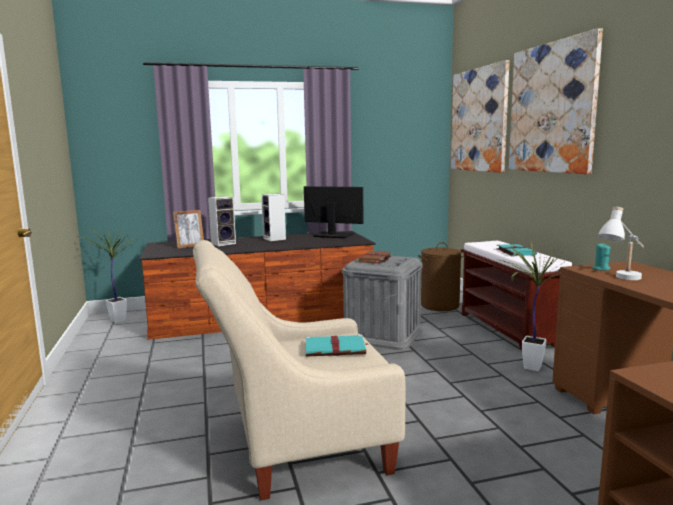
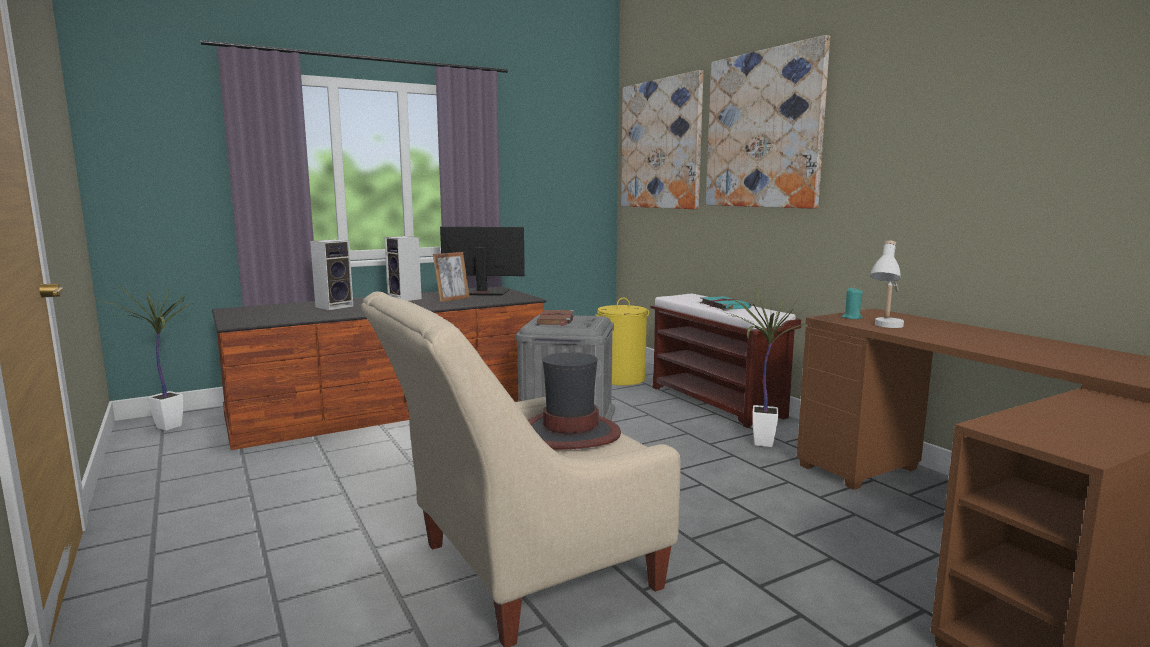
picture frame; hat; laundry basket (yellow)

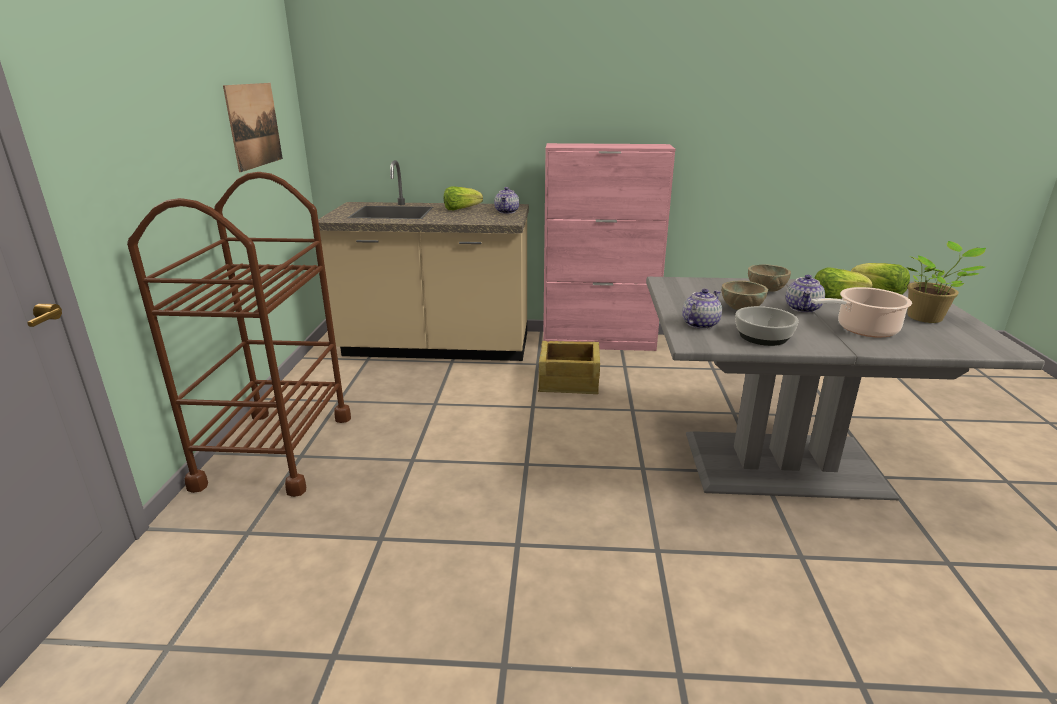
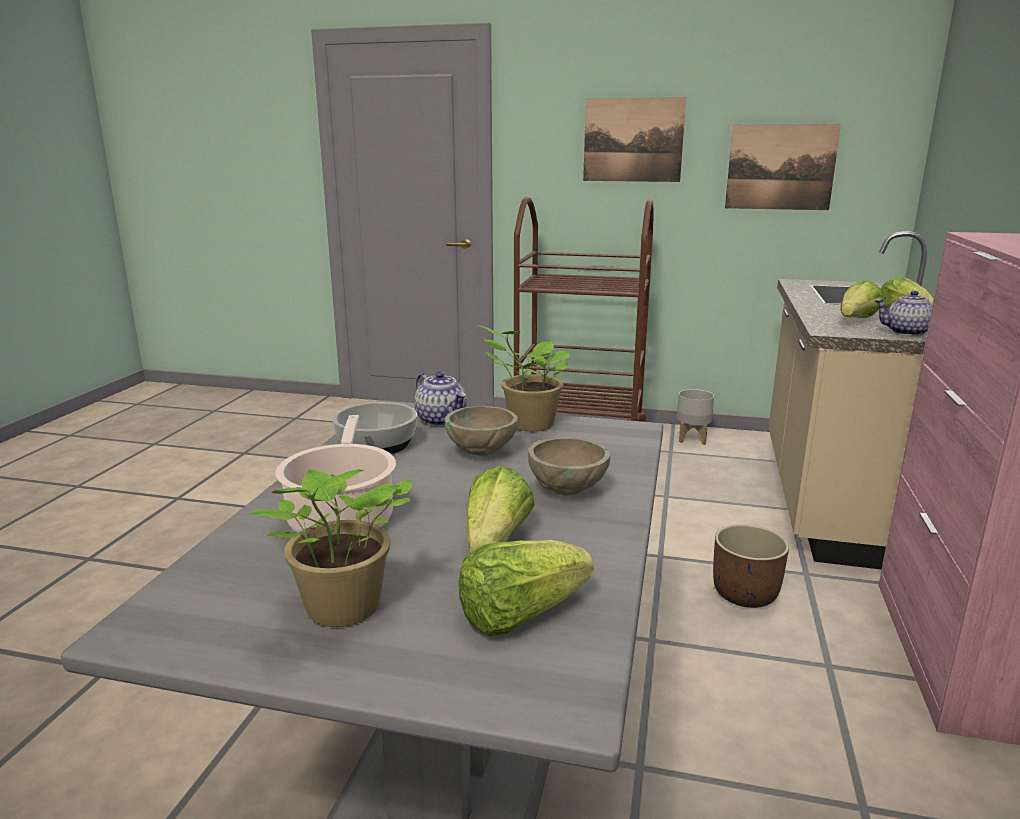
teapot (no. 3 from left in the first image); potted plant (no. 2 from left); picture (no. 1 from left); planter (grey); lettuce (no. 3 from left); planter (brown)

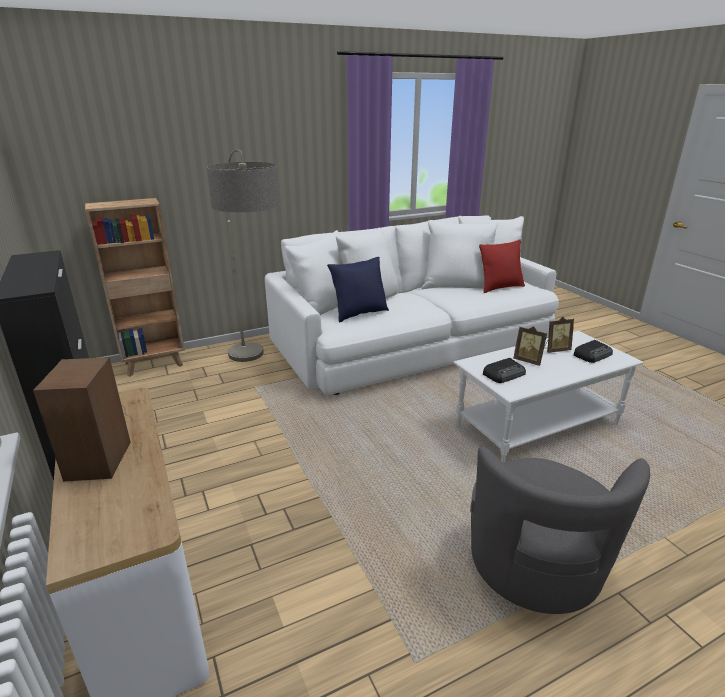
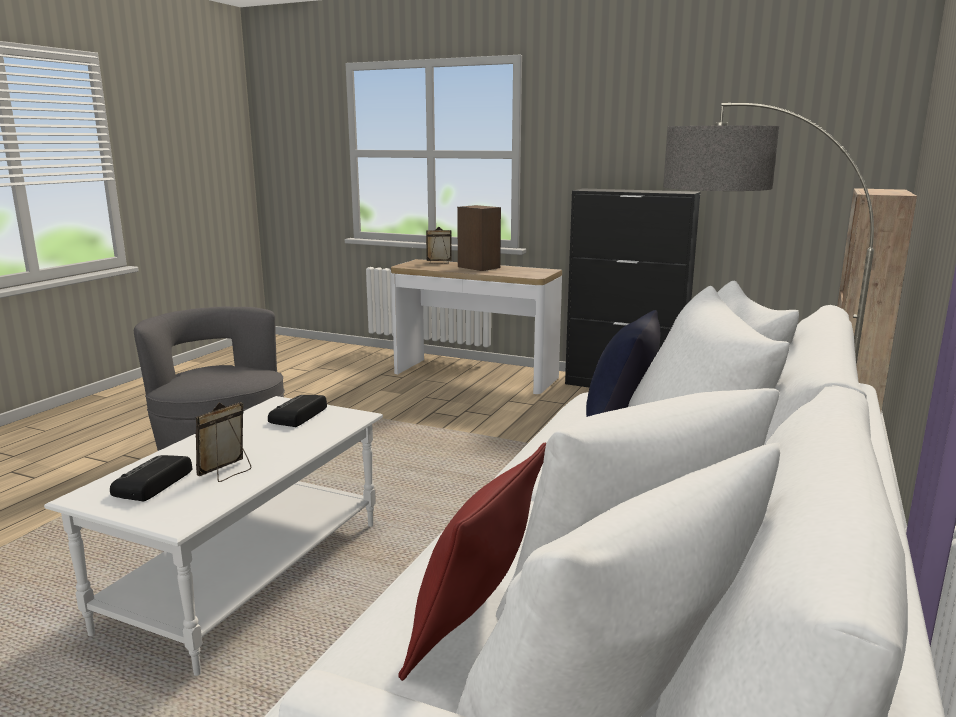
picture frame (no. 2 from left)

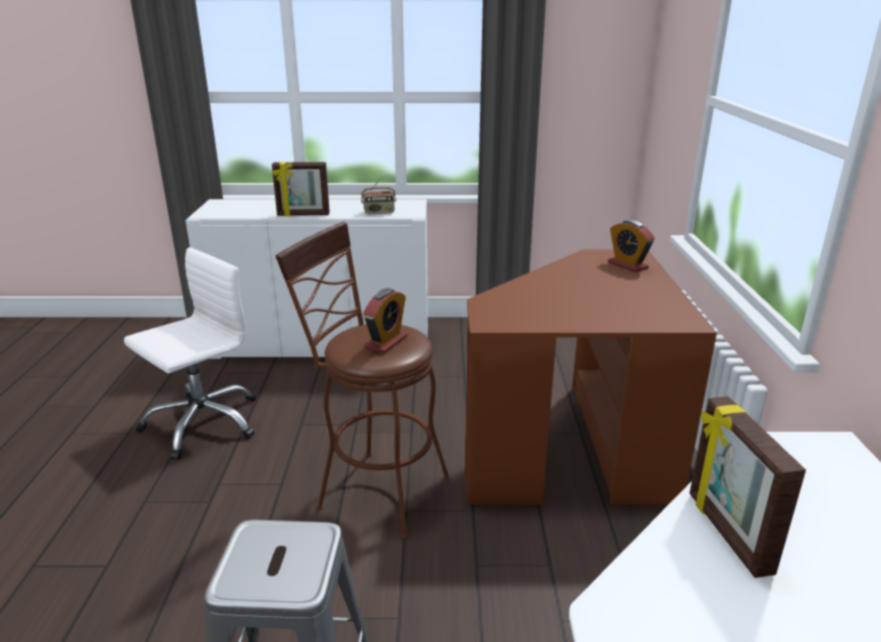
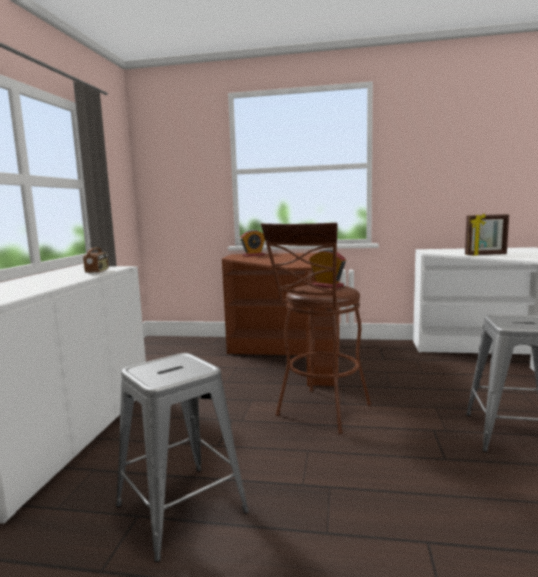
picture frame (no. 1 from left in the first image); stool (grey) (no. 1 from left)

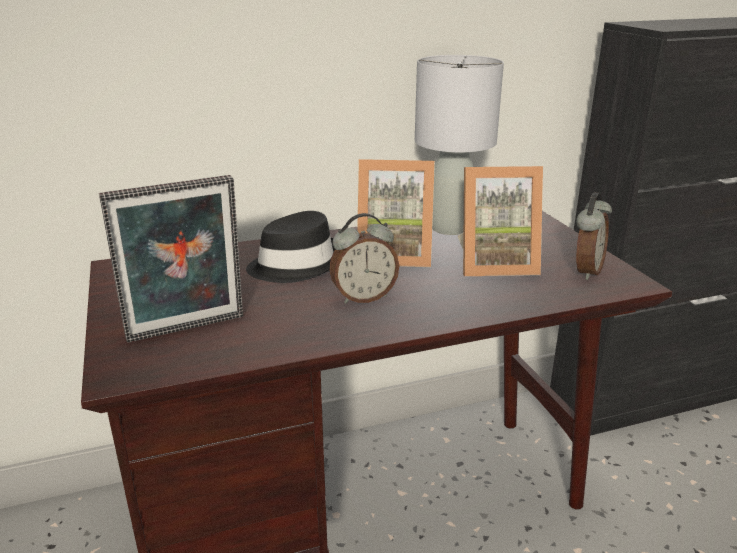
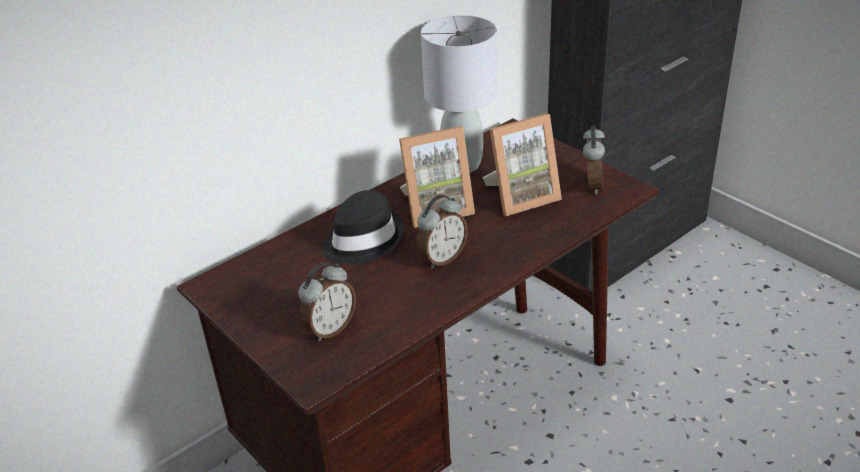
alarm clock (no. 1 from left)

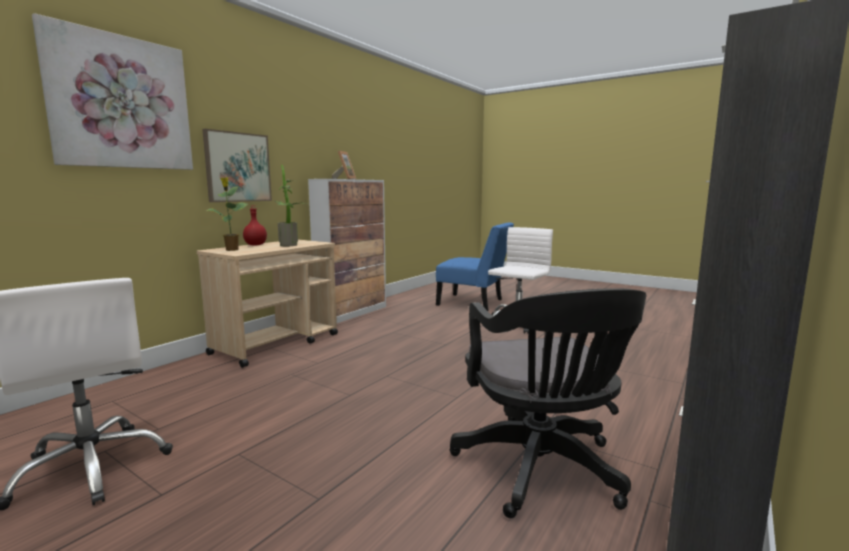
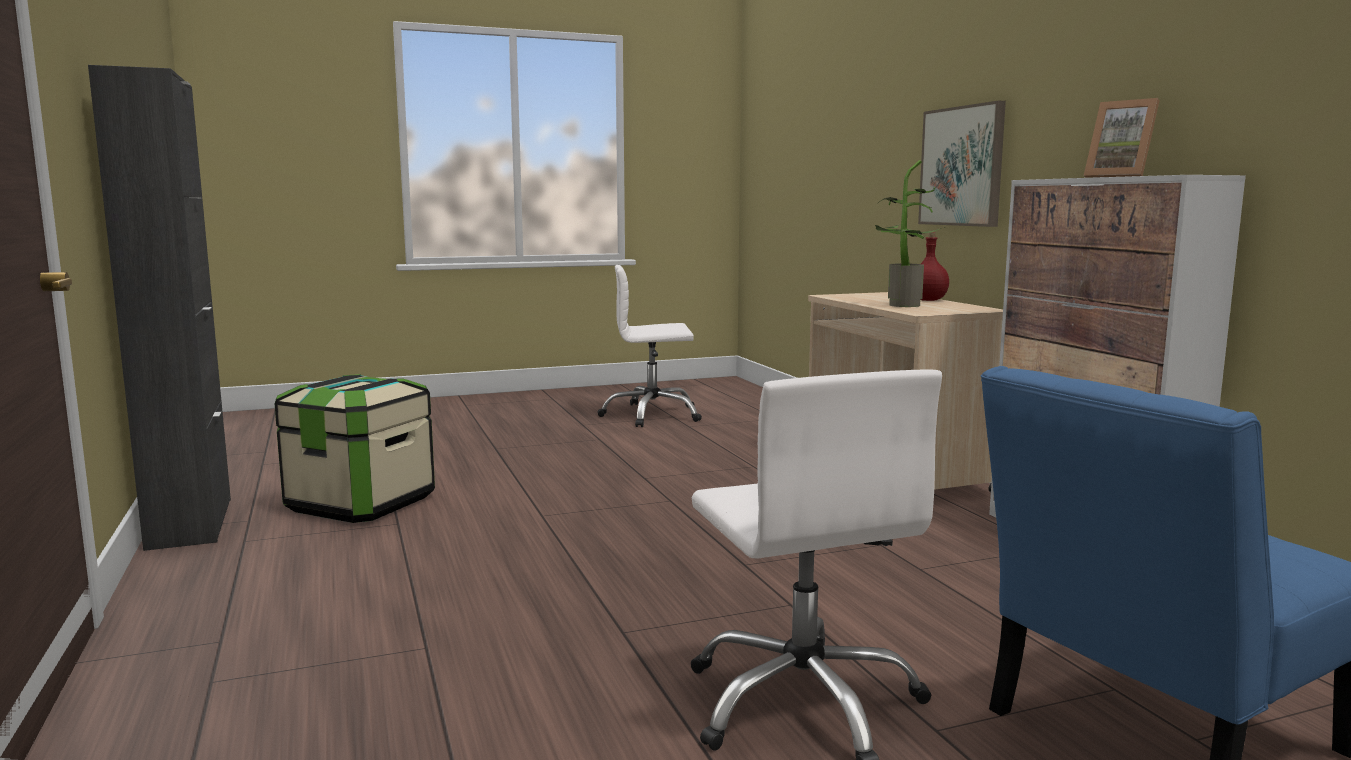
picture (no. 1 from left in the first image); potted plant (no. 1 from left in the first image); storage box

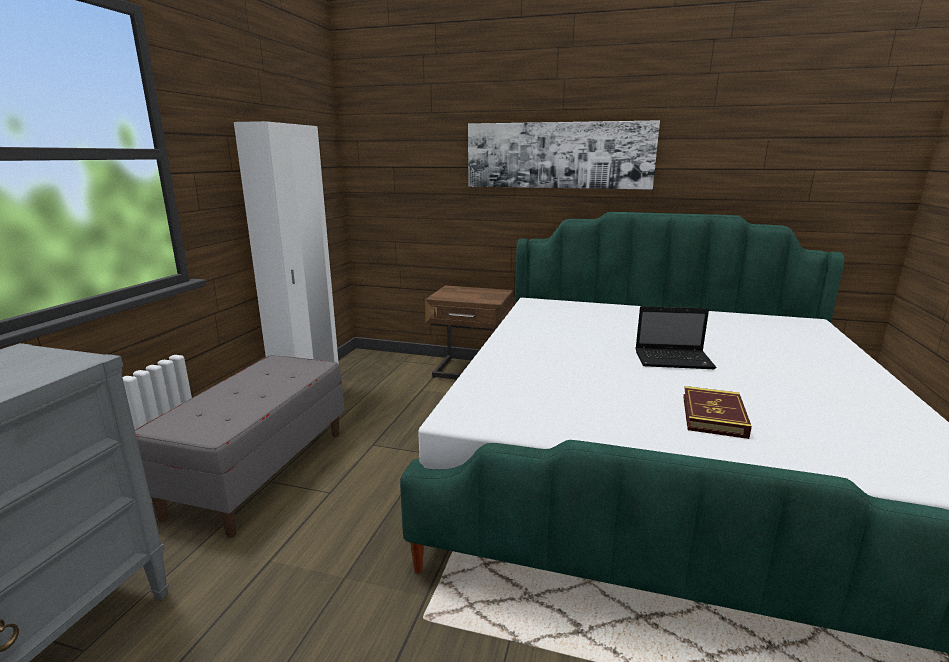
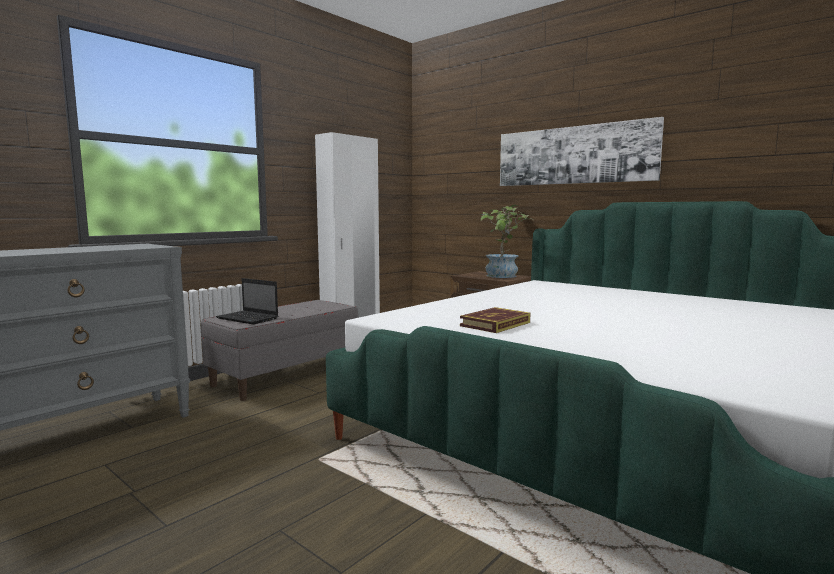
potted plant; laptop; book

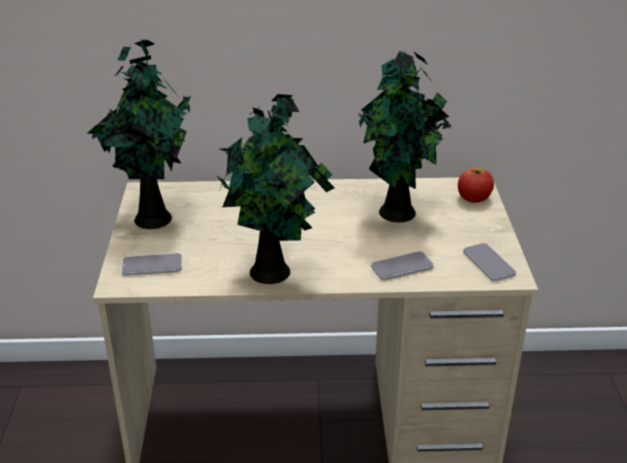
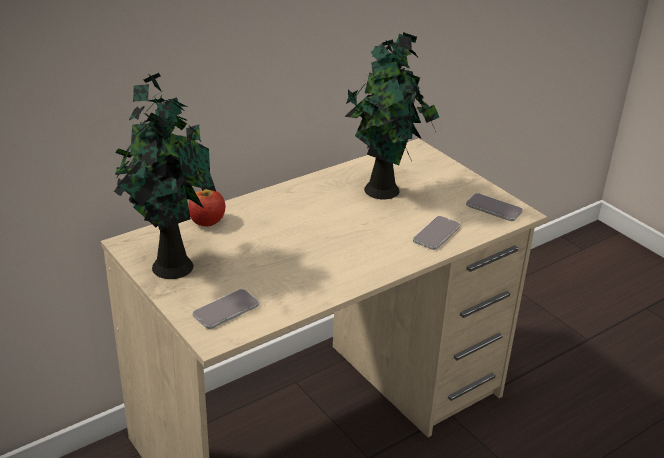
potted plant (no. 2 from left in the first image); apple

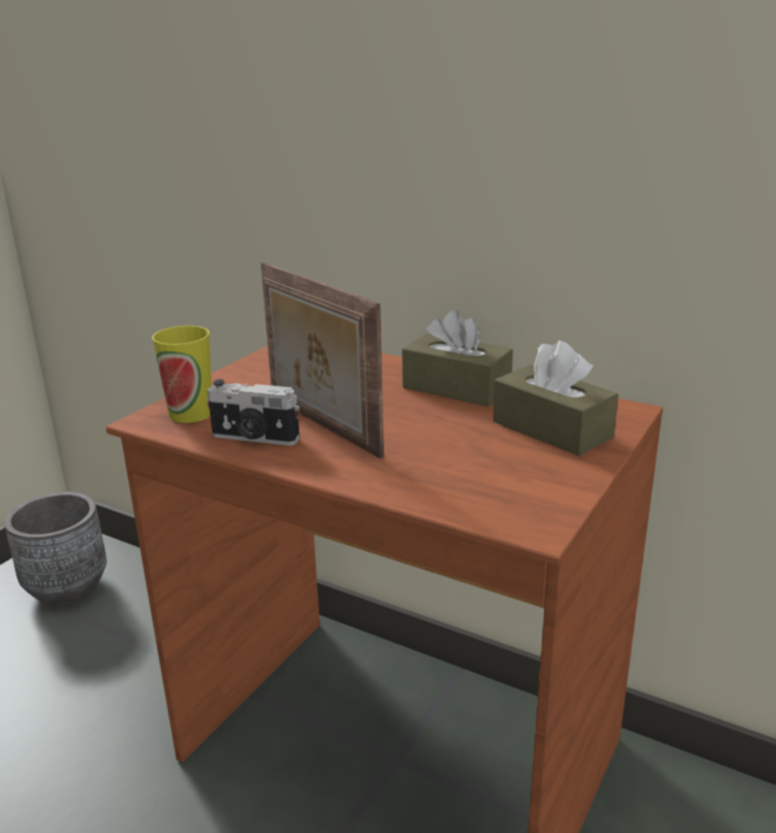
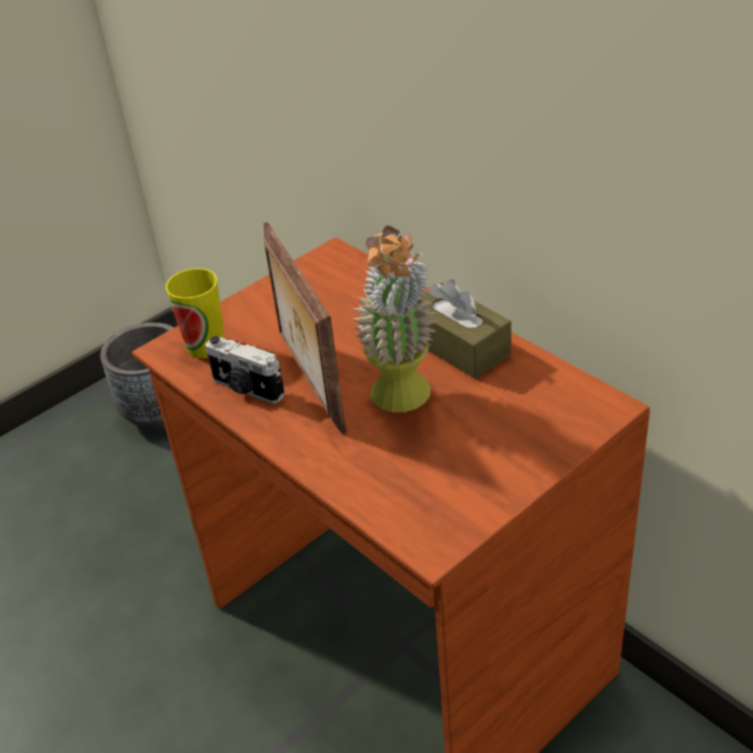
tissue box (brown) (no. 2 from left in the first image); potted plant

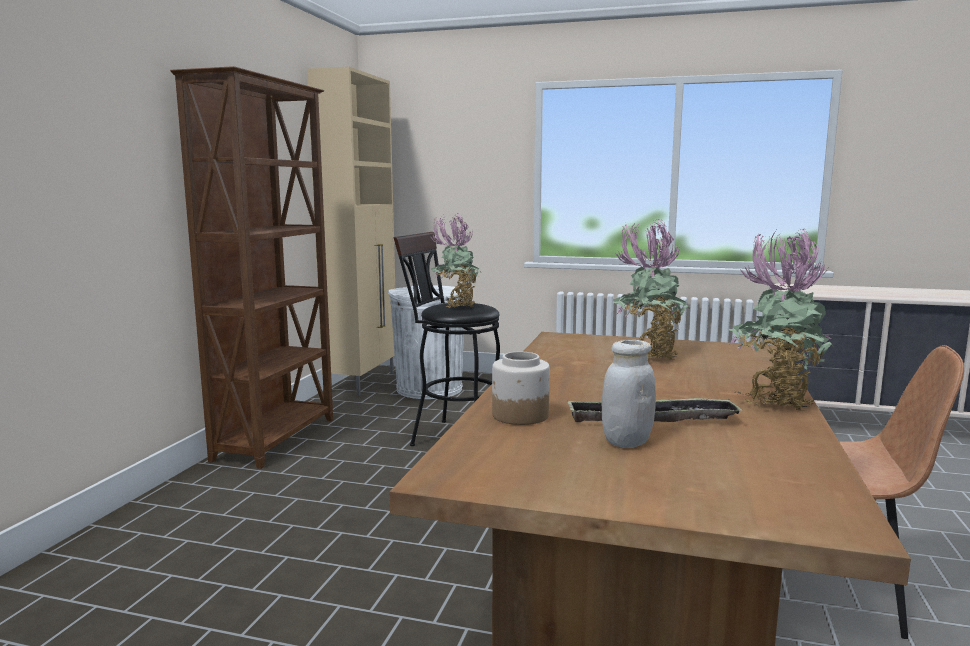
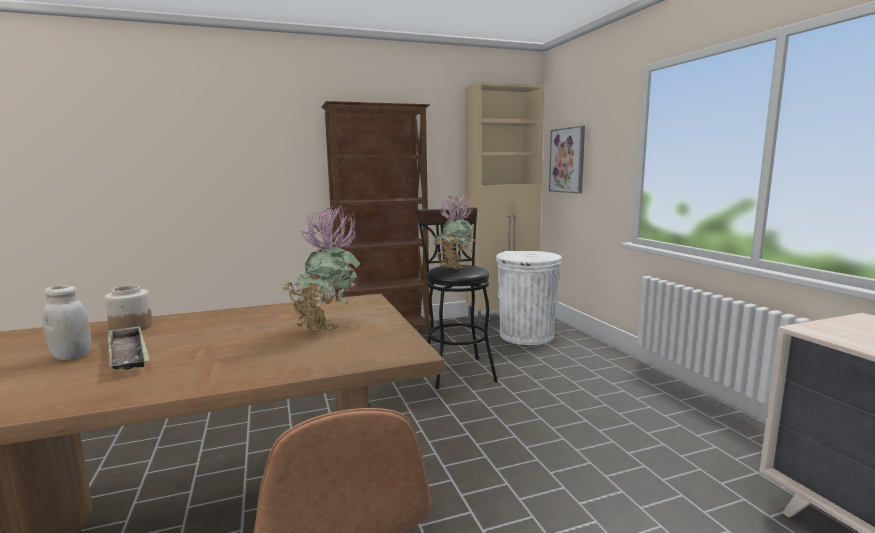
potted plant (no. 3 from left in the first image); picture

